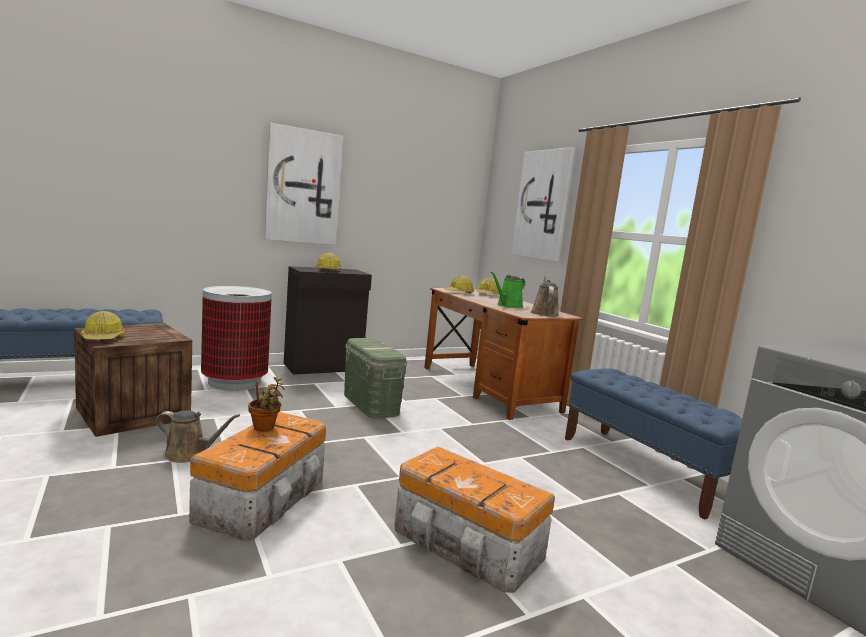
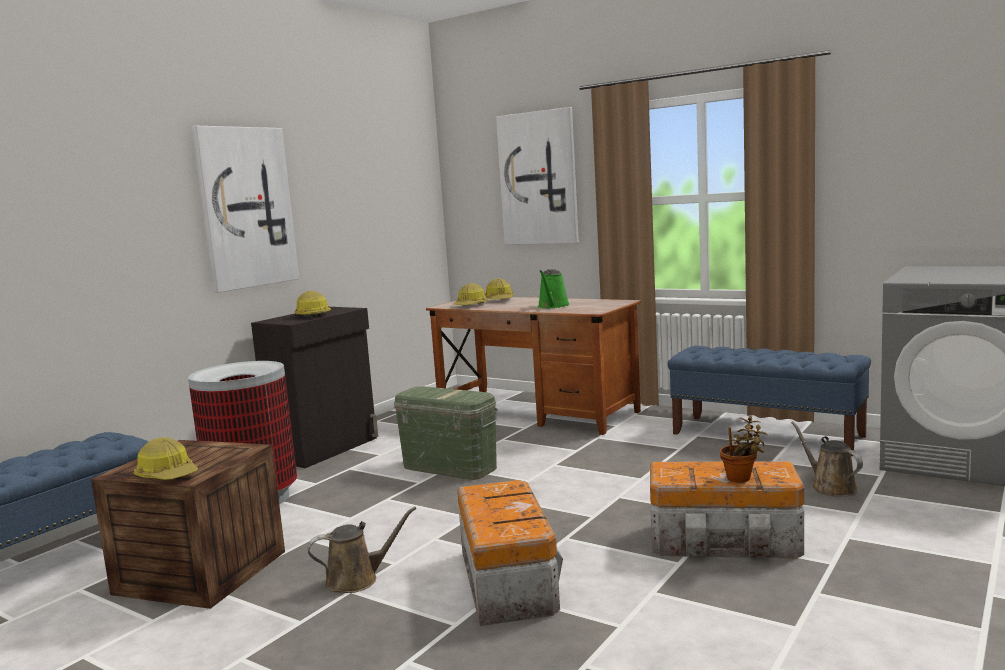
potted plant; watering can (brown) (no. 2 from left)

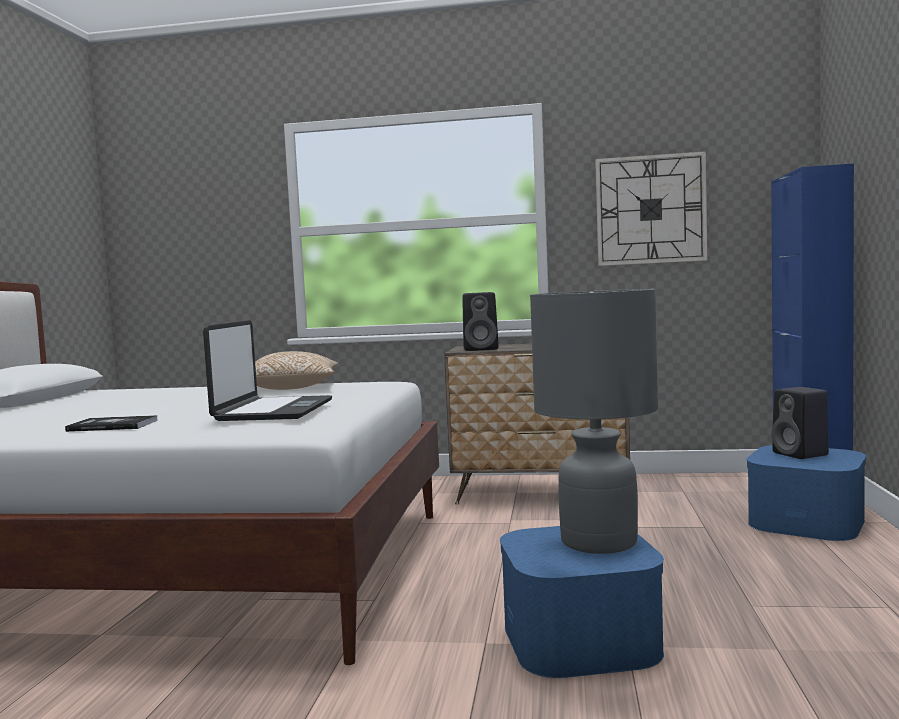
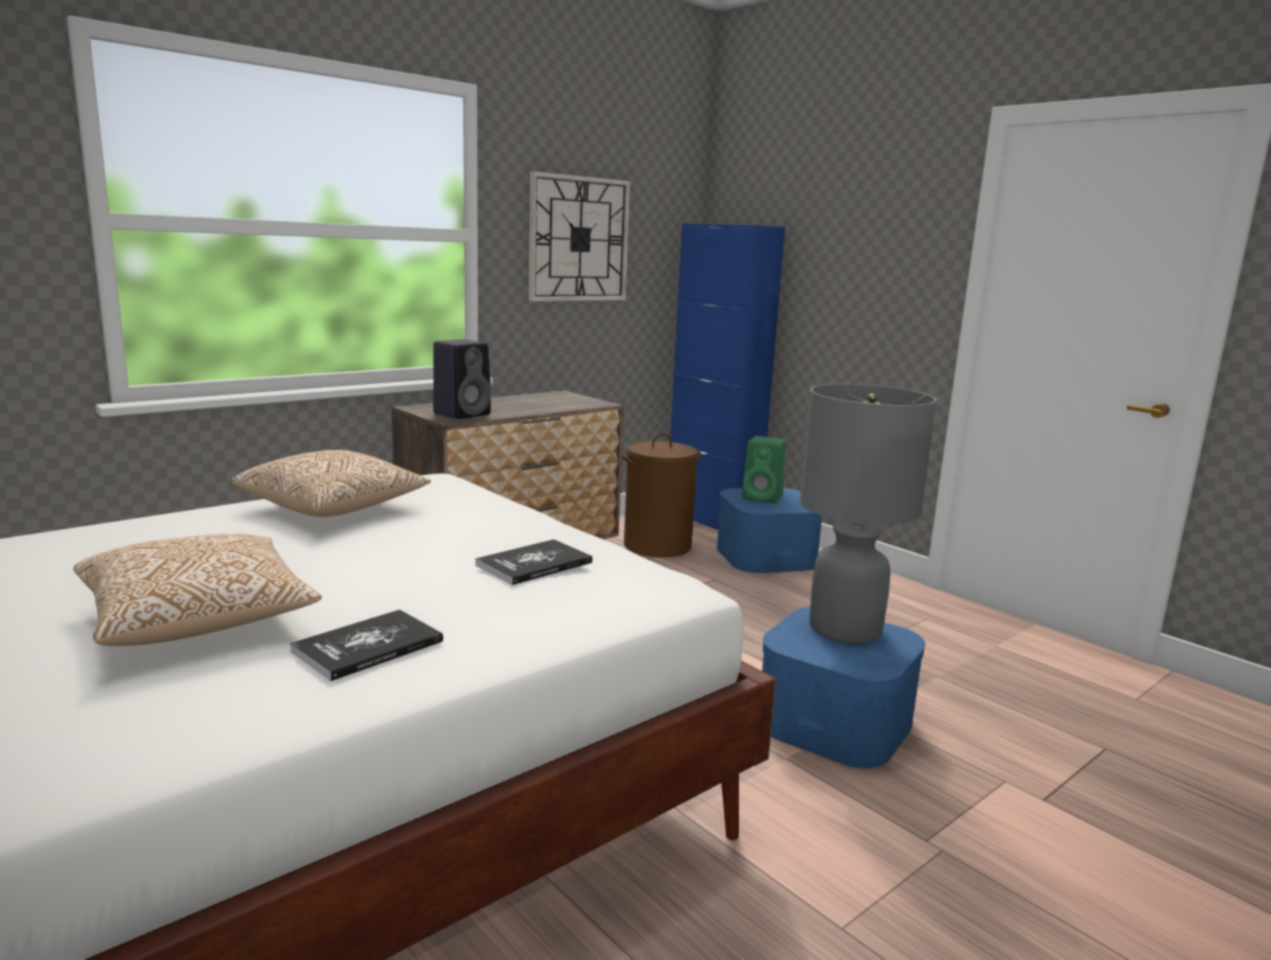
pillow (no. 1 from left); laundry basket (brown); book (no. 2 from left); speaker (green)

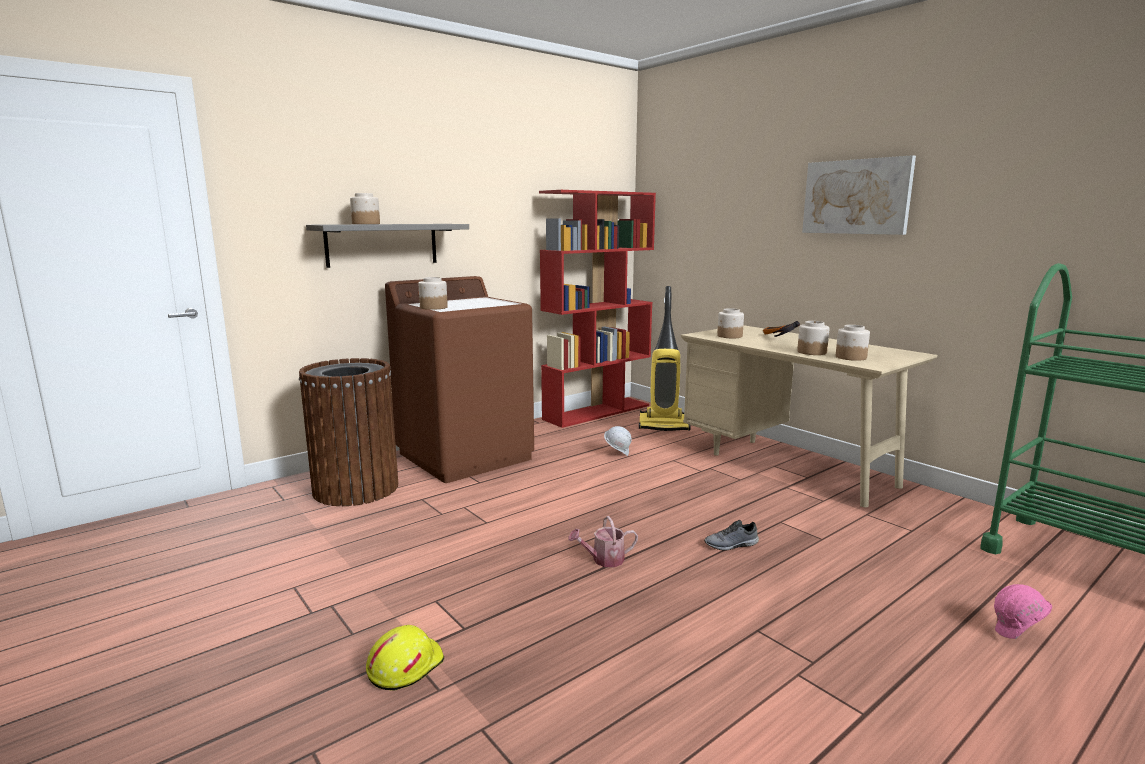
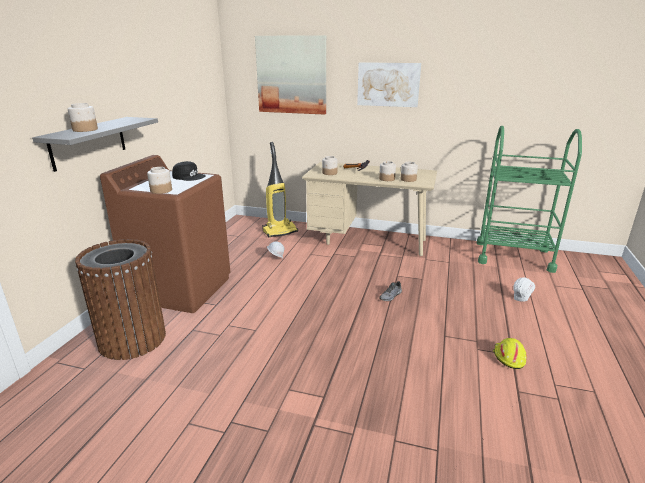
bookcase (red); watering can; cap (black); picture (no. 1 from left); hard hat (yellow); hard hat (white) (no. 2 from left)

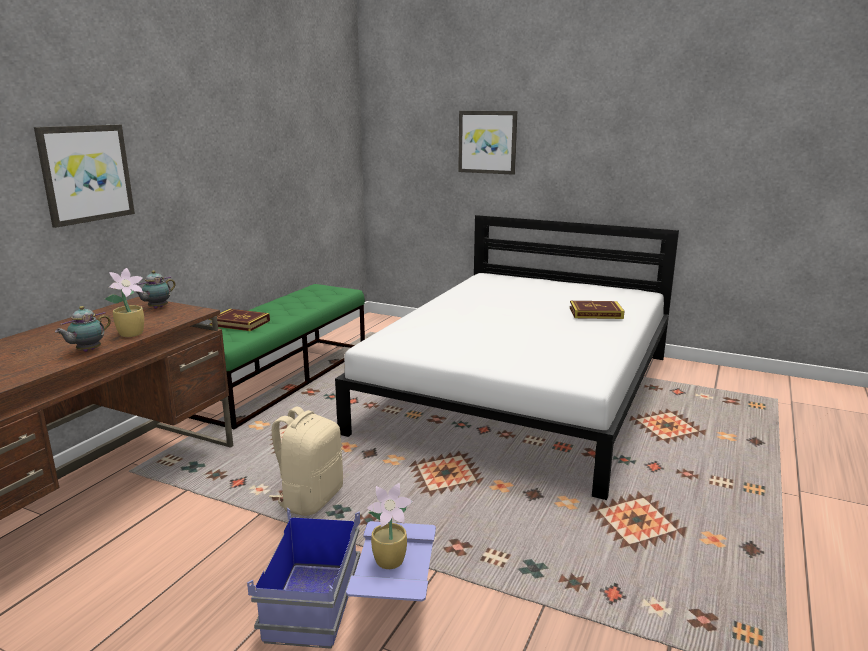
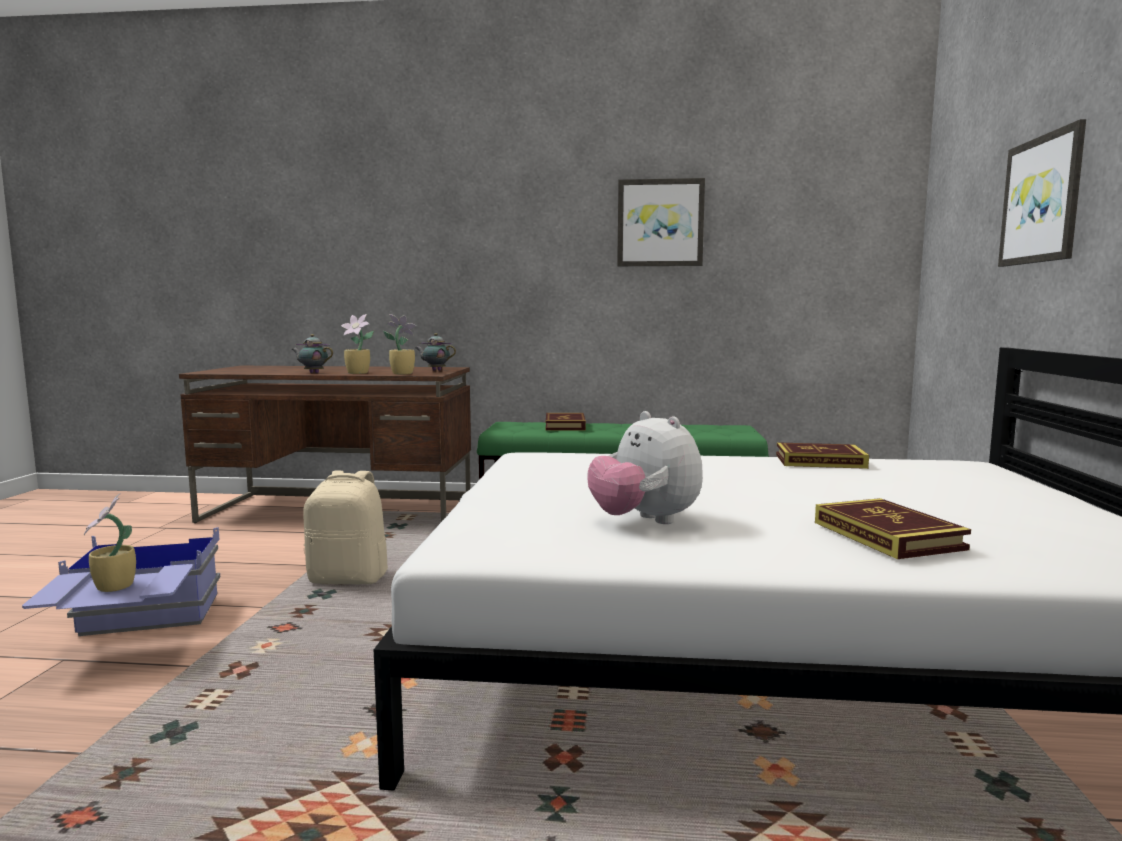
potted plant (no. 3 from left); plush toy; book (no. 2 from left); picture (no. 1 from left)

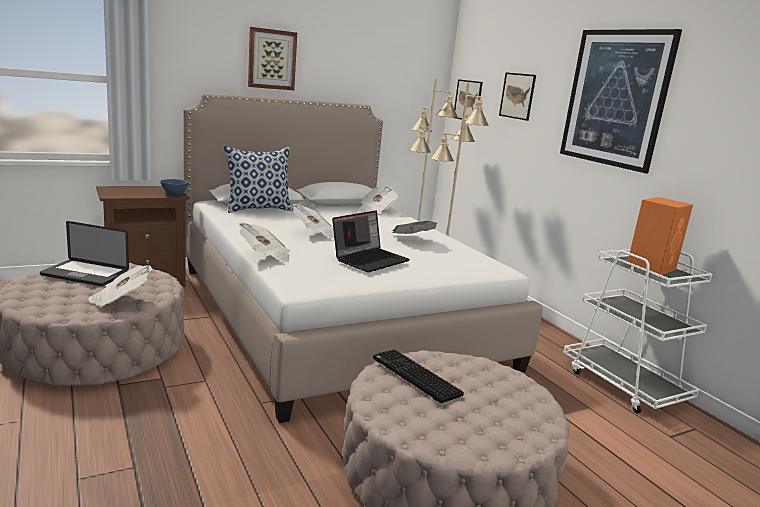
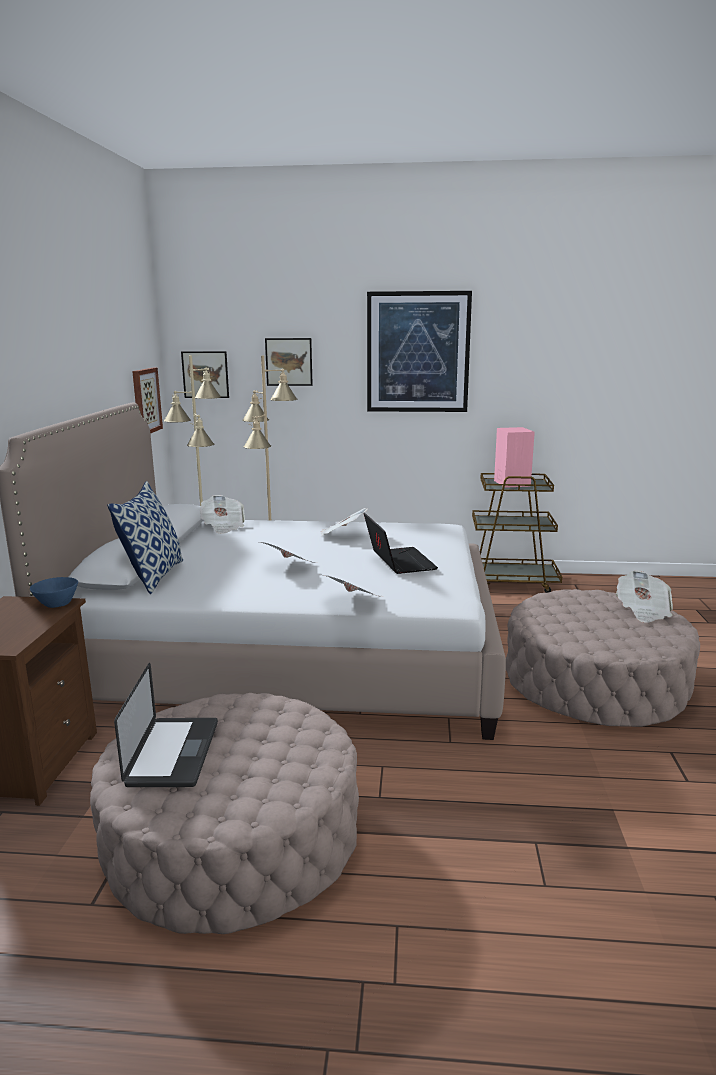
keyboard; newspaper (no. 5 from left); picture (no. 1 from left); cart (brown); speaker (pink); laptop (no. 1 from left)

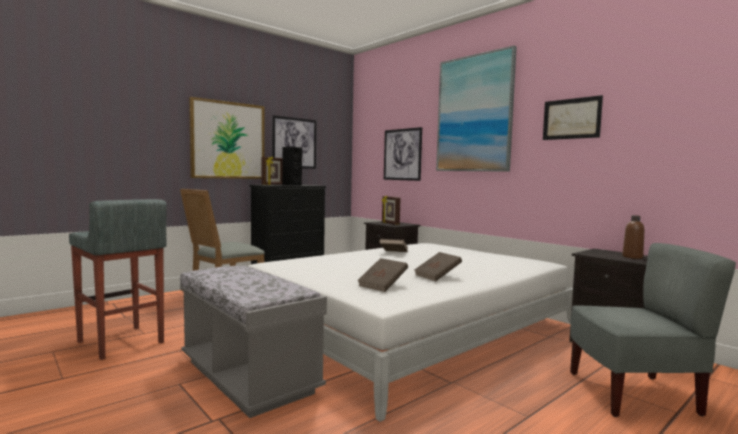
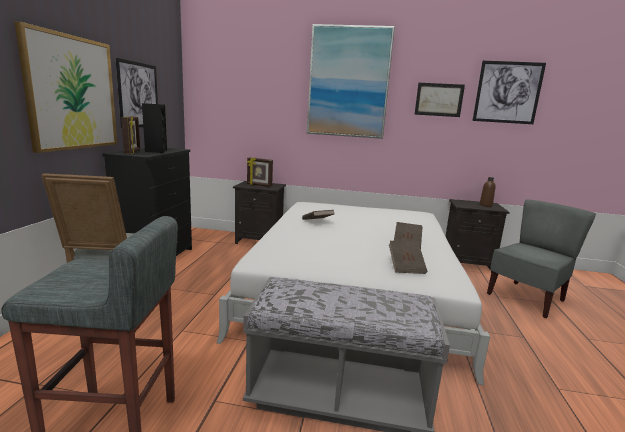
picture (no. 5 from left)

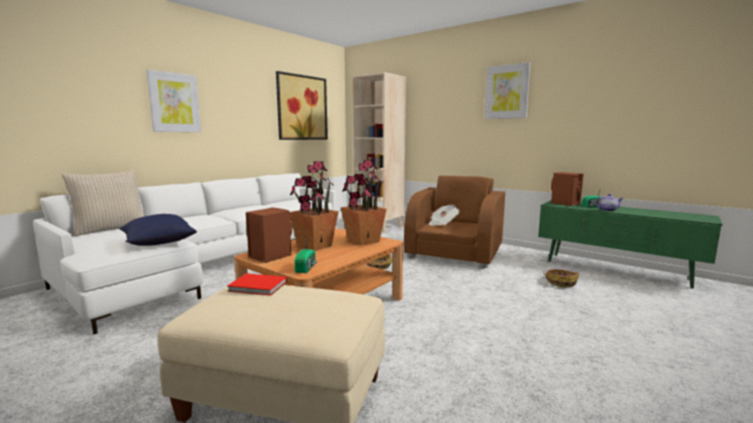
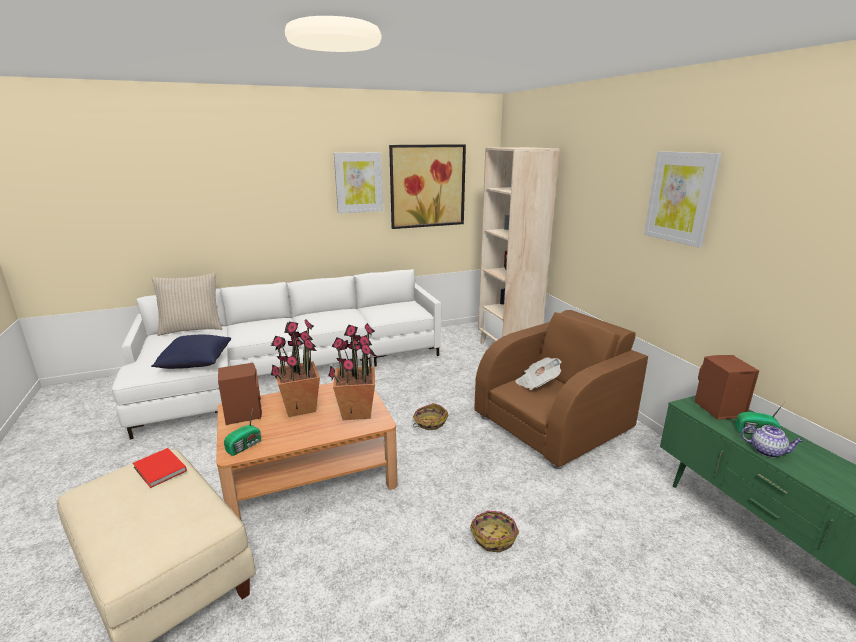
picture (no. 1 from left); basket (no. 2 from left)

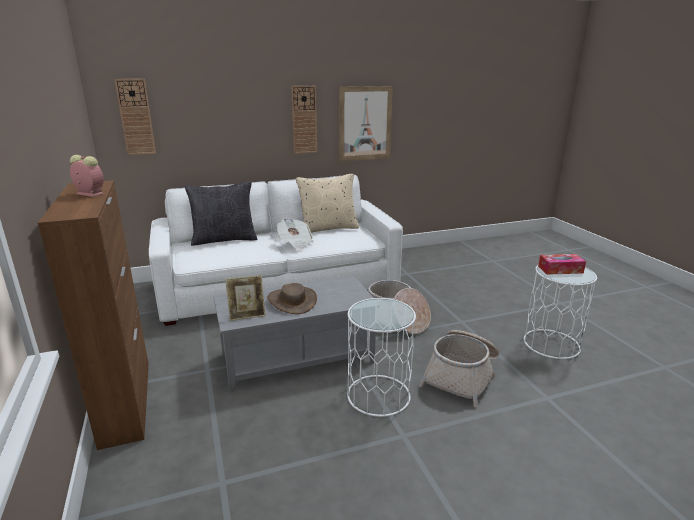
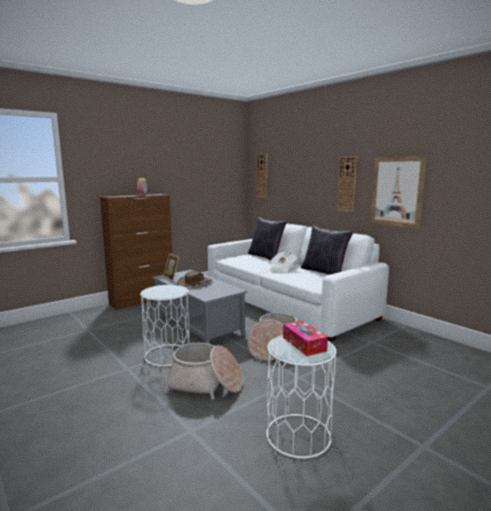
pillow (black) (no. 2 from left)

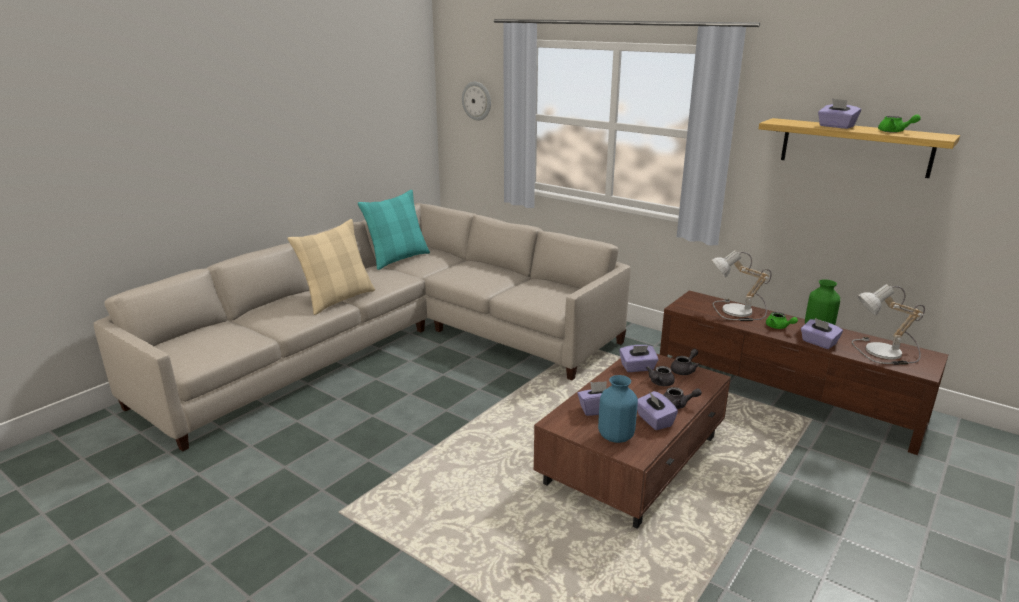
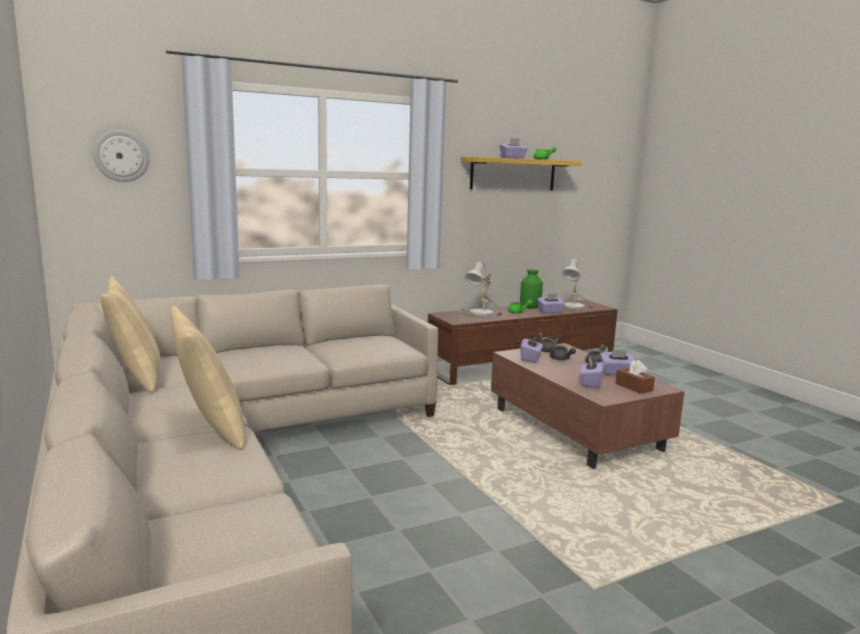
tissue box (brown); pillow (beige) (no. 1 from left)

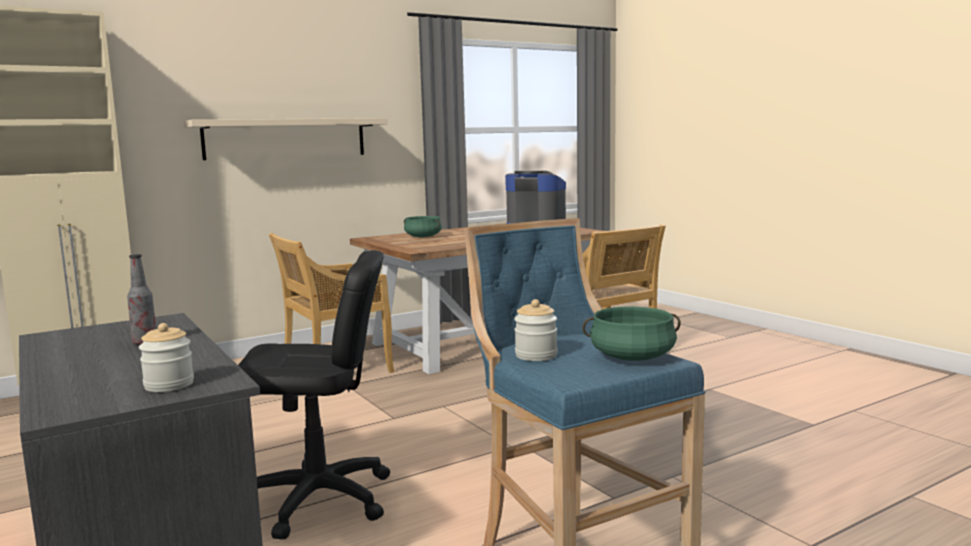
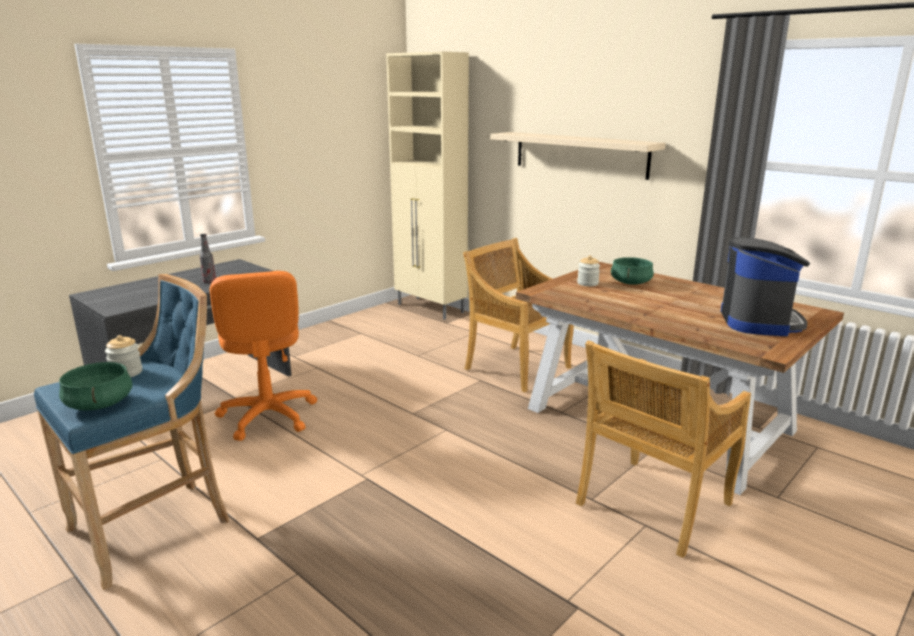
jar (no. 2 from left); office chair (orange)

